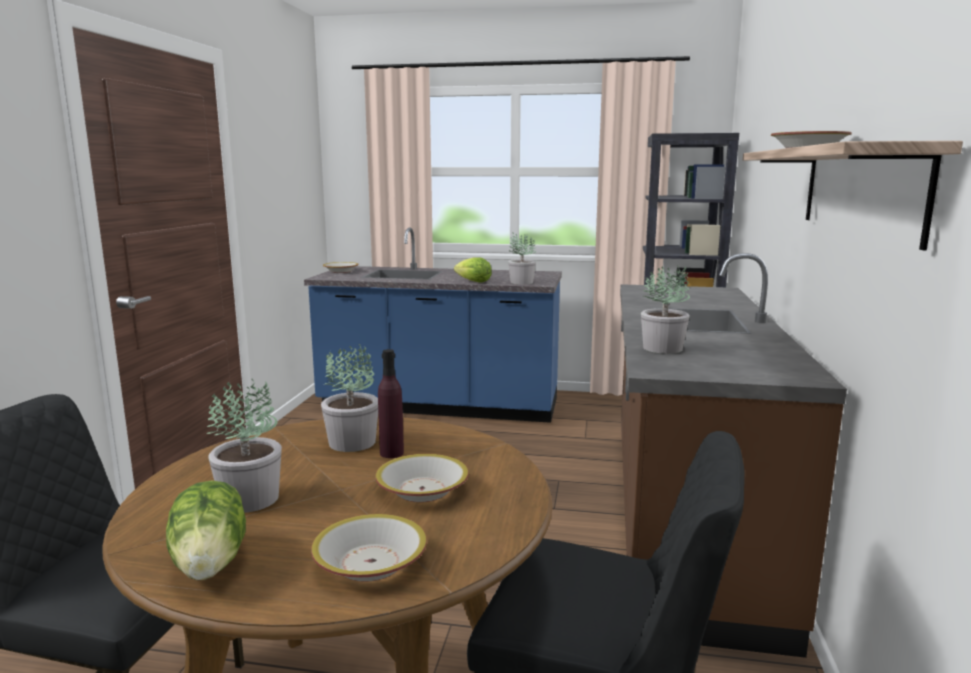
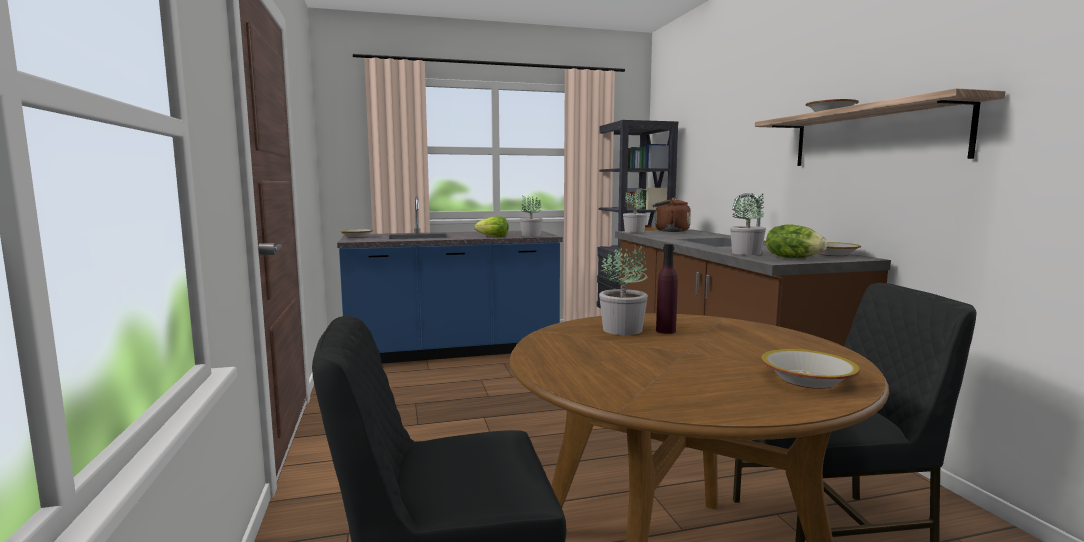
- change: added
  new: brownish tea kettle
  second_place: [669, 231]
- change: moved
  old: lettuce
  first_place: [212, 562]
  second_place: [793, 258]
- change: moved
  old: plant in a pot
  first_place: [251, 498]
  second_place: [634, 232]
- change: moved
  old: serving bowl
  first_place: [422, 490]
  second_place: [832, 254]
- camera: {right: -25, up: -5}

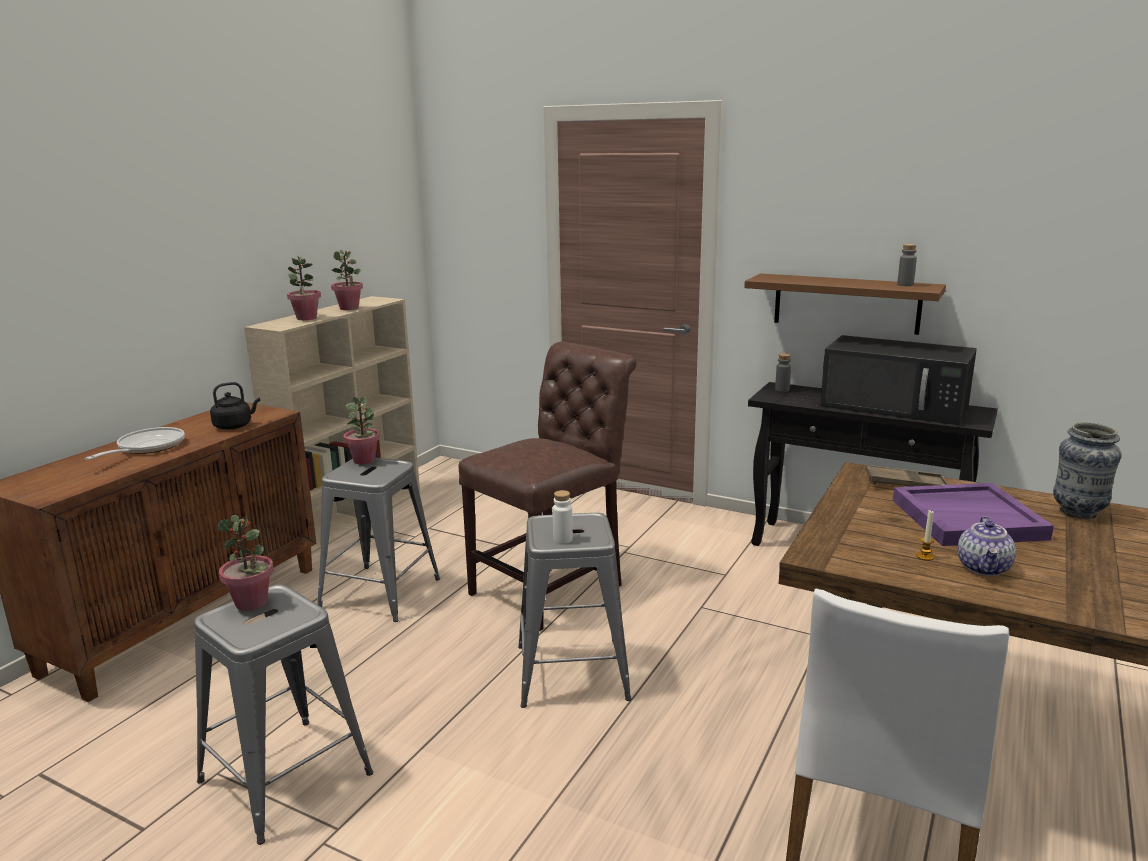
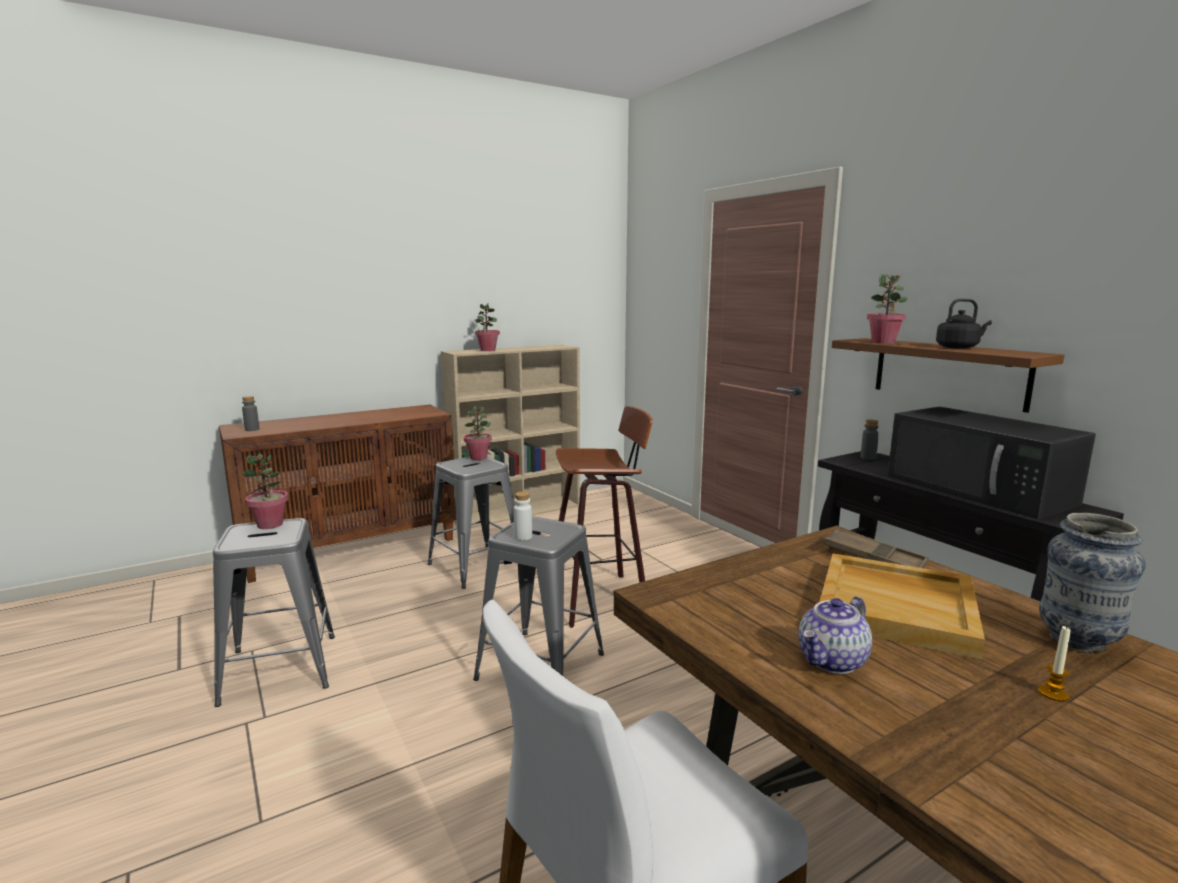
- change: removed
  old: skillet
  first_place: [147, 448]
- change: moved
  old: black tea kettle
  first_place: [235, 426]
  second_place: [959, 347]
- change: moved
  old: plant in a pot
  first_place: [349, 308]
  second_place: [883, 342]
- change: moved
  old: greyish beverage bottle
  first_place: [905, 285]
  second_place: [252, 429]
- change: moved
  old: wax light
  first_place: [925, 556]
  second_place: [1053, 693]
- change: replaced
  old: brownish upright chair
  new: stool
  first_place: [553, 587]
  second_place: [600, 597]
- change: recoloured
  old: purple-coloured carrying tray
  new: sand-coloured carrying tray
  first_place: [968, 518]
  second_place: [897, 607]
- camera: {right: 30, up: -5}

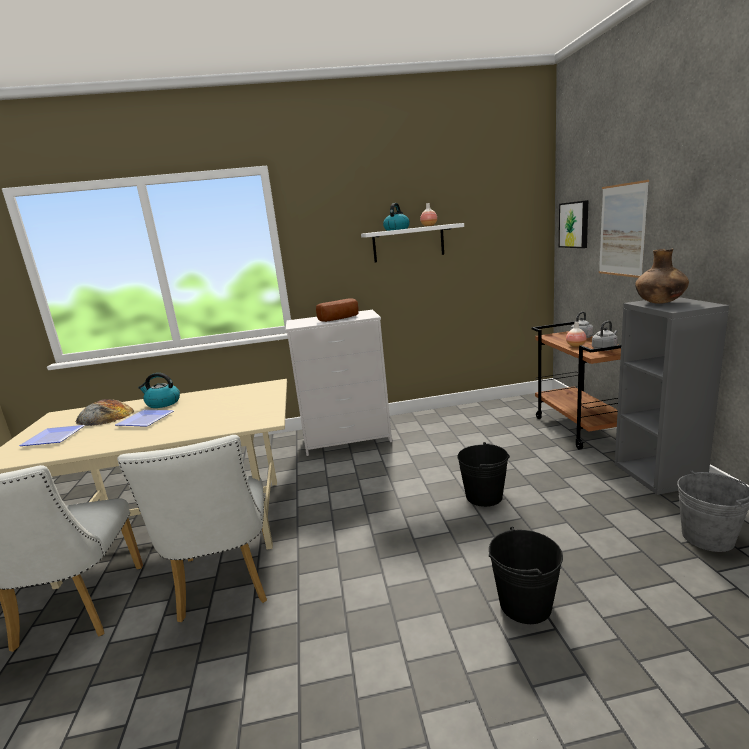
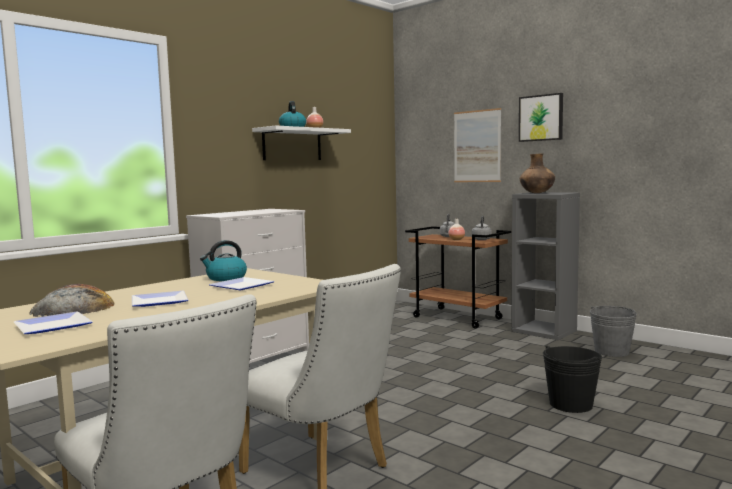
- change: removed
  old: bread
  first_place: [340, 318]
- change: removed
  old: black bucket
  first_place: [484, 496]
- change: added
  new: flat dish
  second_place: [241, 287]
- change: moved
  old: tea kettle
  first_place: [162, 403]
  second_place: [226, 278]
- change: moved
  old: wall picture
  first_place: [574, 224]
  second_place: [541, 118]
- camera: {right: -40, up: -10}

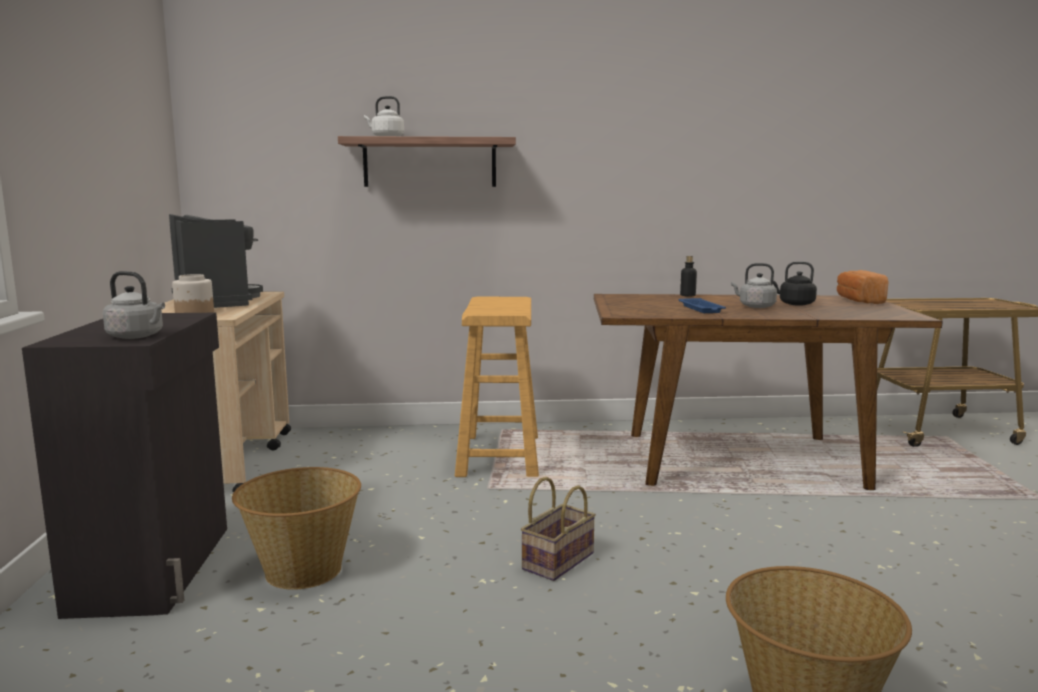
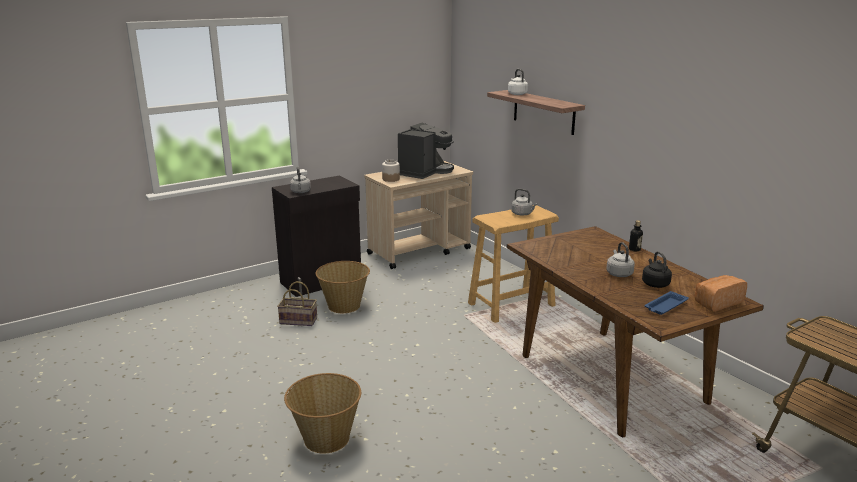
- change: added
  new: greyish tea kettle
  second_place: [522, 214]
- change: moved
  old: storage basket
  first_place: [558, 560]
  second_place: [299, 320]
- change: moved
  old: blue carrying tray
  first_place: [701, 309]
  second_place: [665, 306]
- camera: {right: 60, up: 10}

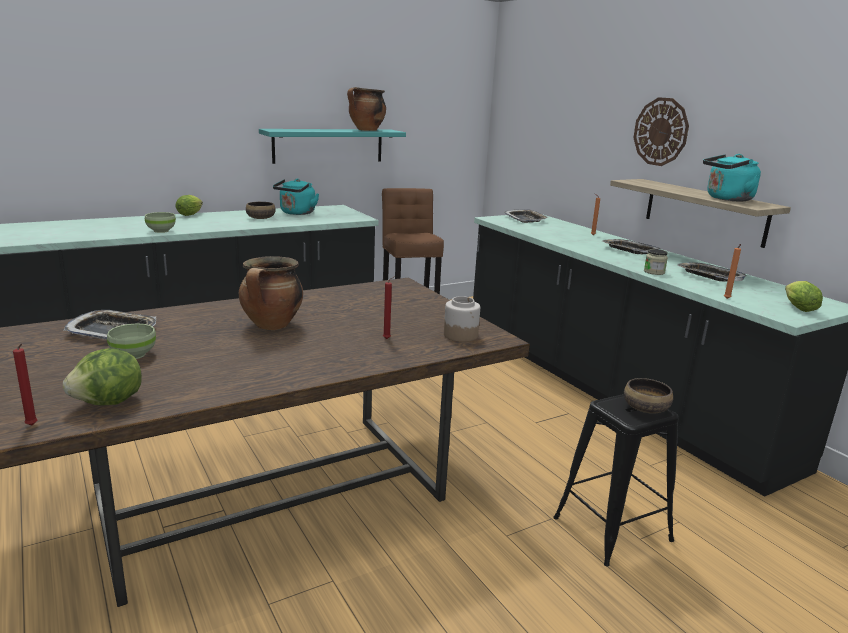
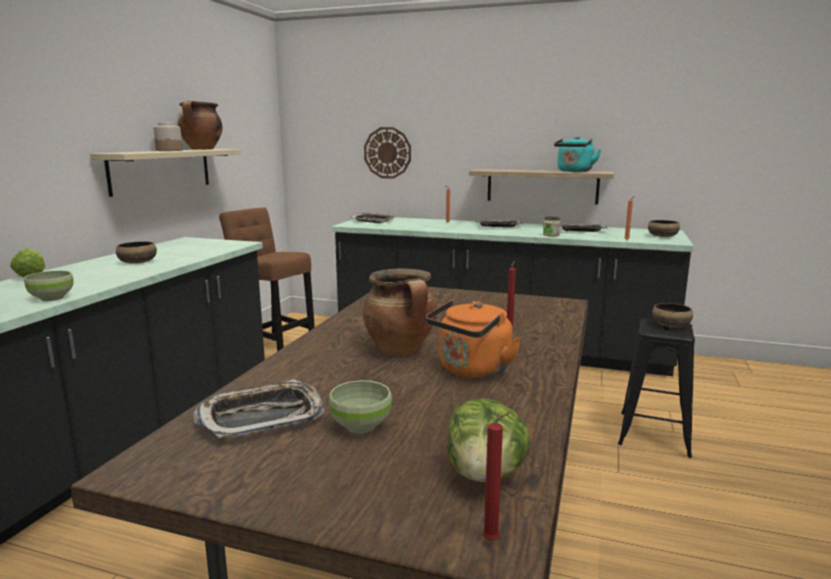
- change: removed
  old: blue-green tea kettle
  first_place: [296, 213]
- change: added
  new: orange tea kettle
  second_place: [472, 370]
- change: moved
  old: preserve jar
  first_place: [461, 335]
  second_place: [169, 150]
- change: moved
  old: wall clock
  first_place: [661, 132]
  second_place: [387, 153]
- change: replaced
  old: lettuce
  new: serving bowl
  first_place: [797, 307]
  second_place: [662, 236]
- change: recoloured
  old: blue-green wall shelf
  new: sand-coloured wall shelf
  first_place: [328, 145]
  second_place: [161, 170]
- camera: {right: -40, up: -5}

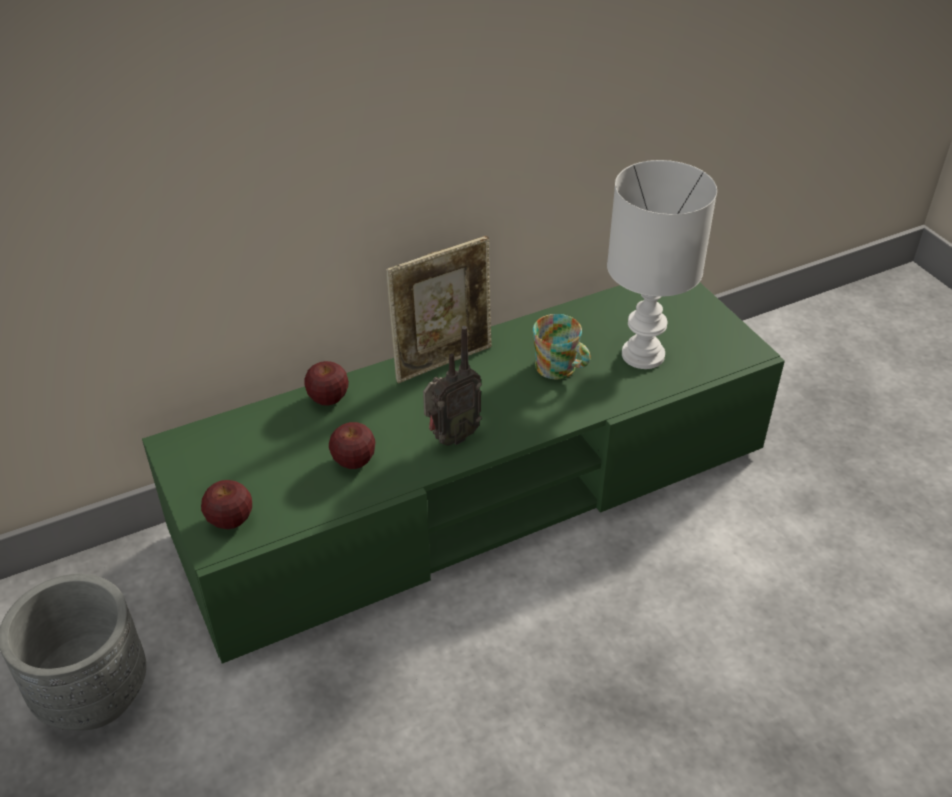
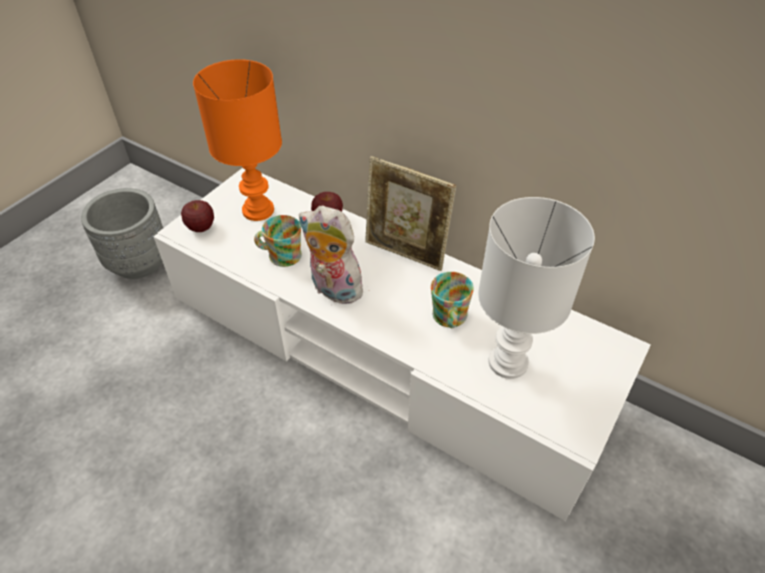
- change: added
  new: orange lamp for a table
  second_place: [259, 209]
- change: replaced
  old: whole apple
  new: mug
  first_place: [354, 461]
  second_place: [280, 255]
- change: replaced
  old: radio receiver
  new: plush toy
  first_place: [451, 437]
  second_place: [333, 290]
- change: recoloured
  old: greenish media console
  new: whitish media console
  first_place: [476, 491]
  second_place: [382, 351]
- camera: {right: 60, up: 5}

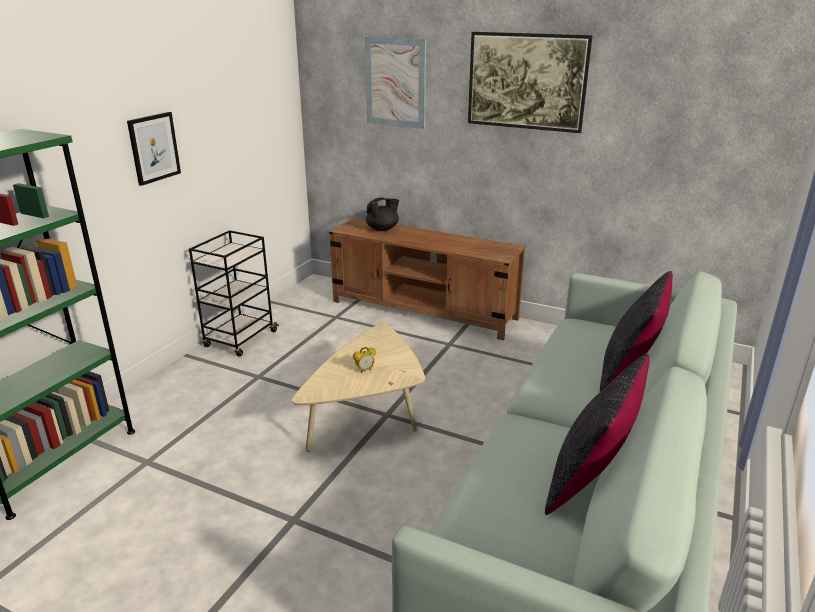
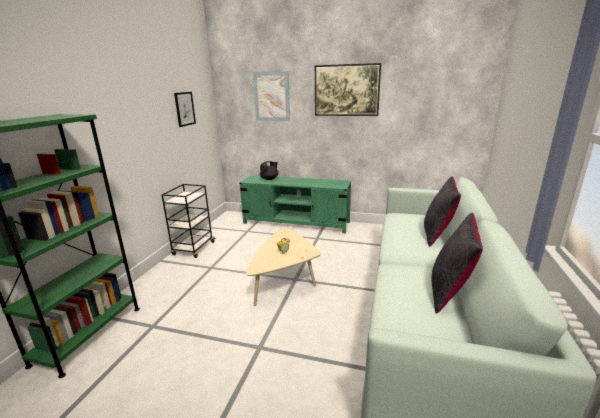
- change: moved
  old: wall picture
  first_place: [154, 148]
  second_place: [184, 109]
- change: recoloured
  old: brownish media console
  new: greenish media console
  first_place: [424, 310]
  second_place: [296, 223]
- camera: {right: -10, up: -5}

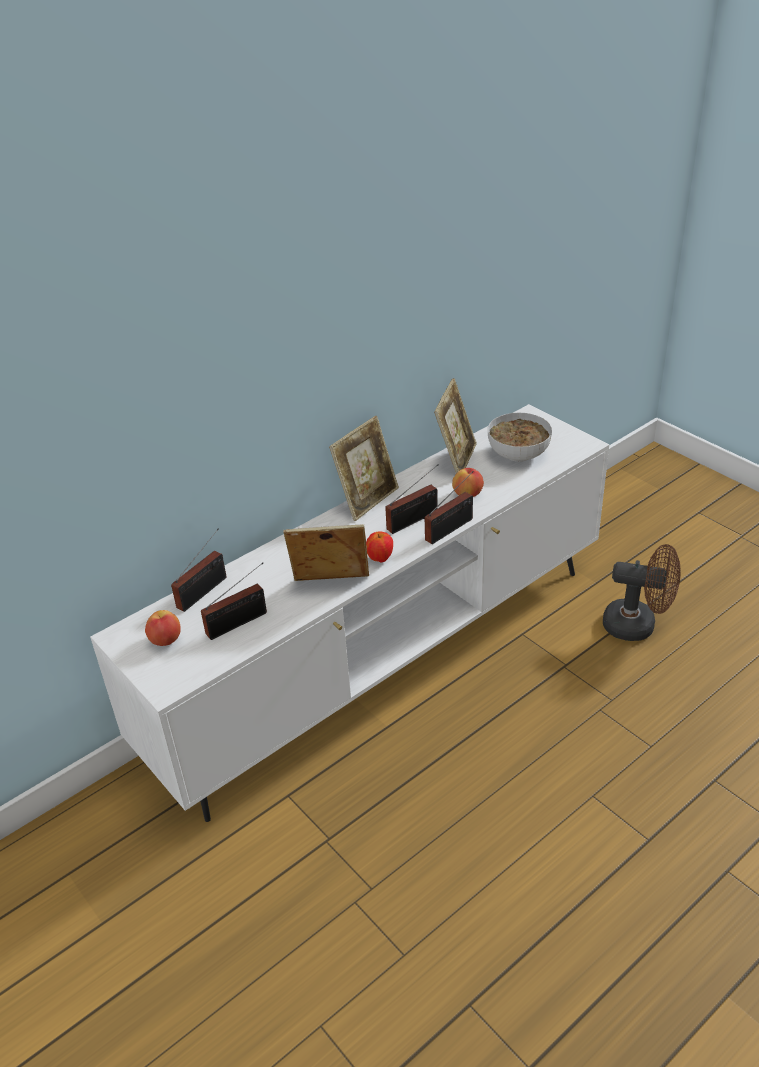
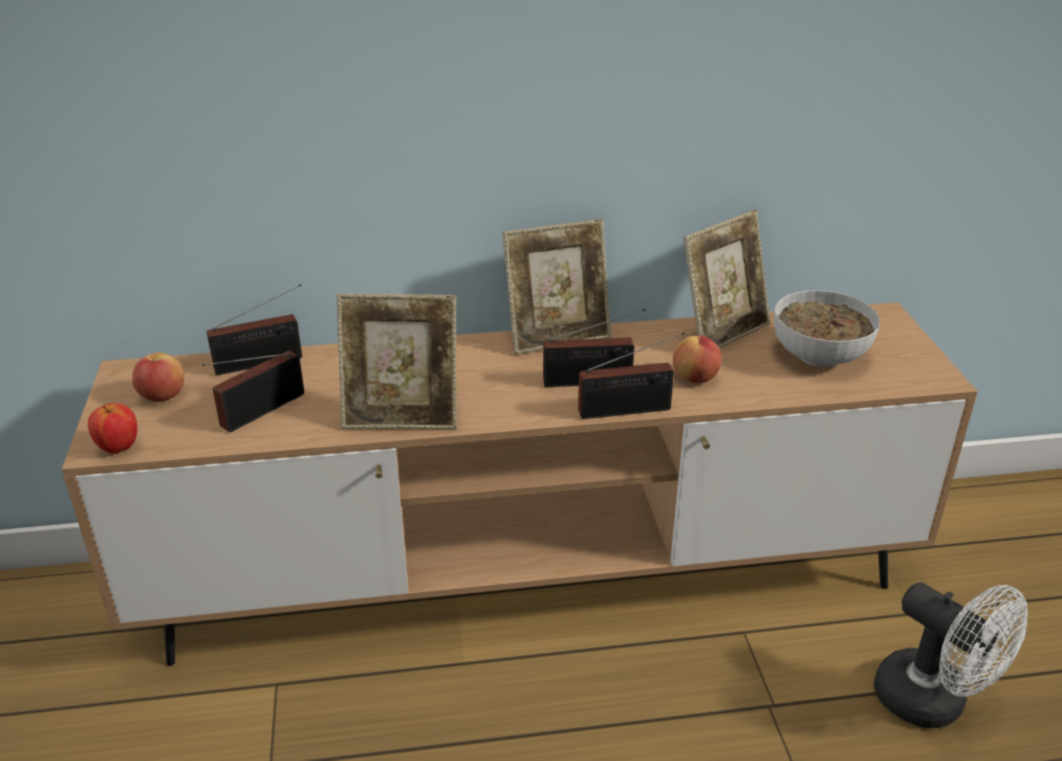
- change: moved
  old: whole apple
  first_place: [380, 558]
  second_place: [119, 448]
- change: recoloured
  old: whitish media console
  new: brownish media console
  first_place: [385, 663]
  second_place: [530, 583]
- change: recoloured
  old: brownish cooling fan
  new: whitish cooling fan
  first_place: [638, 625]
  second_place: [933, 703]
- change: turned
  old: radio receiver
  first_place: [240, 622]
  second_place: [258, 412]
  degrees: 135
- change: turned
  old: standing frame
  first_place: [331, 587]
  second_place: [402, 417]
  degrees: 150
- camera: {right: 30, up: -5}

